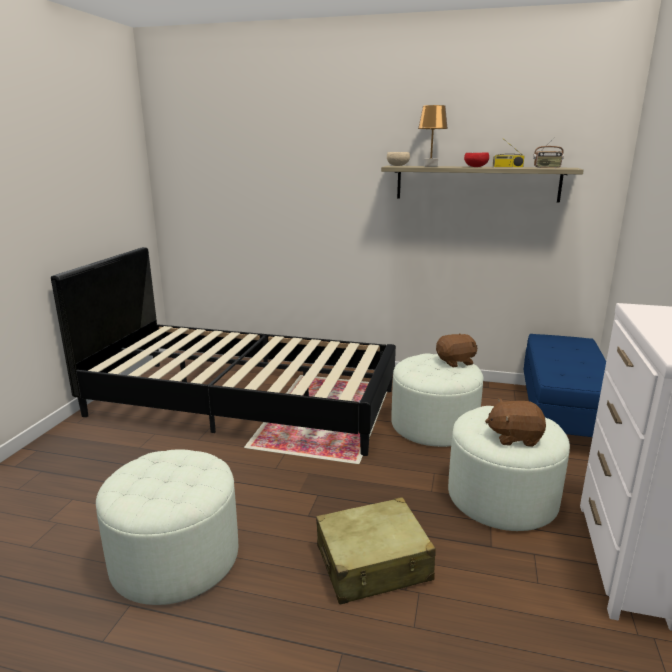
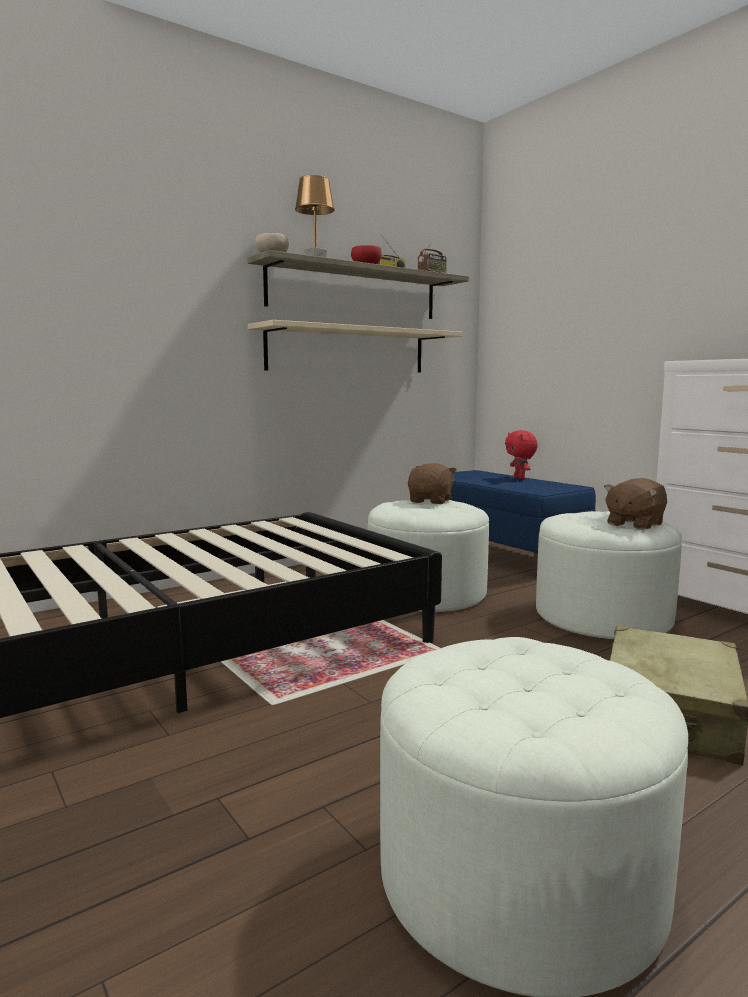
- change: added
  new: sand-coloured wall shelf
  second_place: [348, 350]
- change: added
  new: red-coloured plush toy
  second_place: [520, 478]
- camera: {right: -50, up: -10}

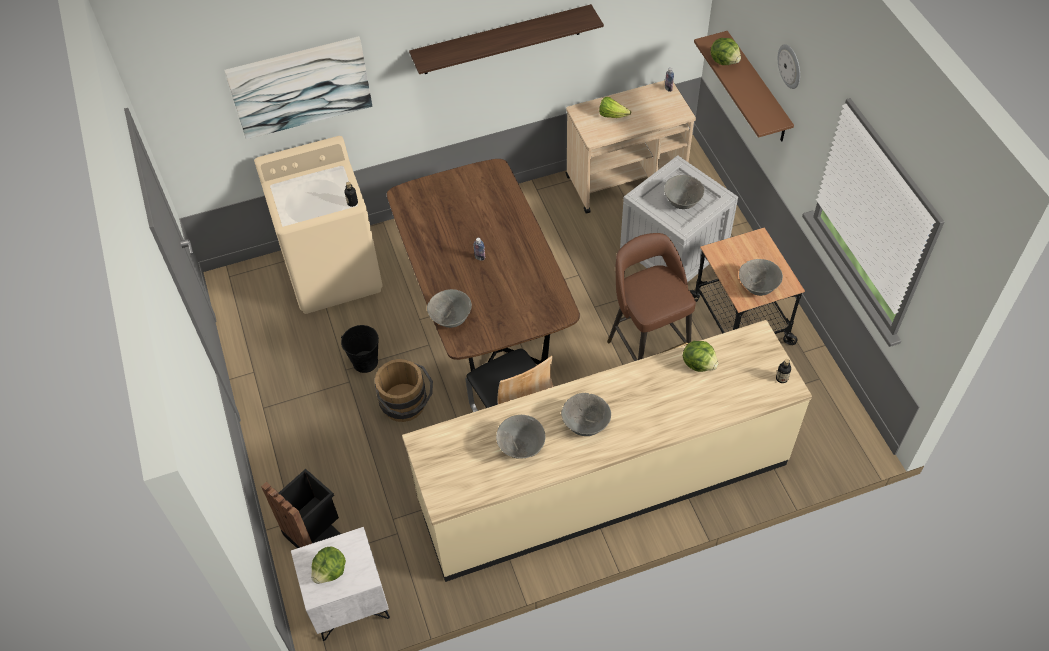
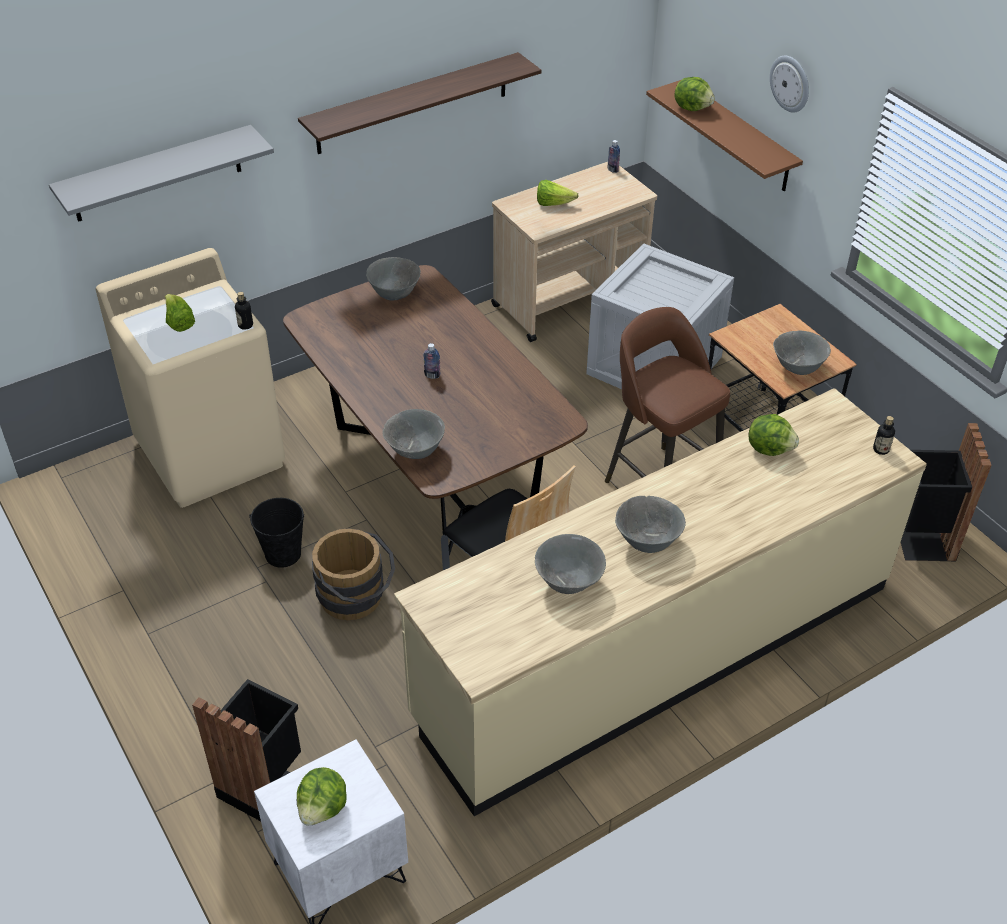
- change: added
  new: lettuce
  second_place: [179, 322]
- change: added
  new: black trash can
  second_place: [921, 539]
- change: moved
  old: greyish serving bowl
  first_place: [682, 202]
  second_place: [394, 293]
- change: replaced
  old: wall picture
  new: greyish wall shelf
  first_place: [300, 87]
  second_place: [157, 174]
- camera: {right: -15, up: -10}

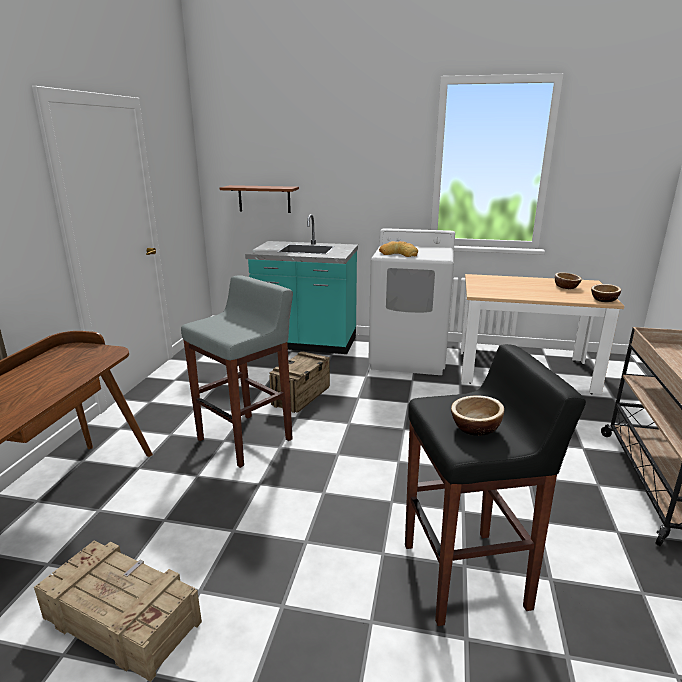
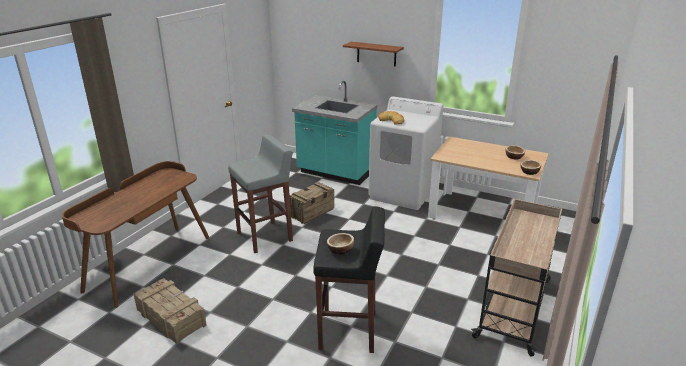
- change: moved
  old: brownish wall shelf
  first_place: [264, 199]
  second_place: [376, 54]
- camera: {right: 15, up: 5}

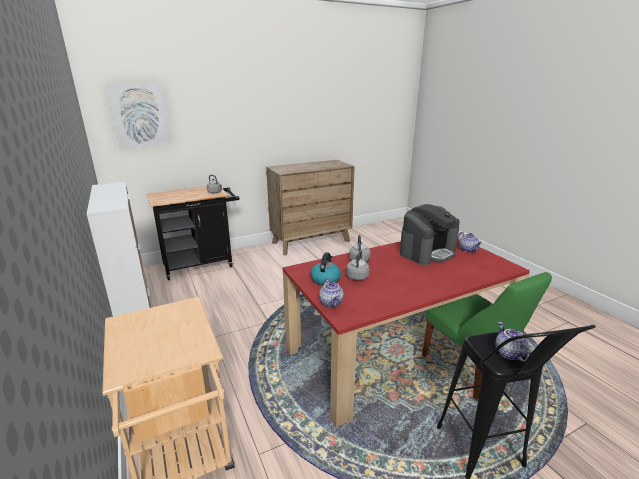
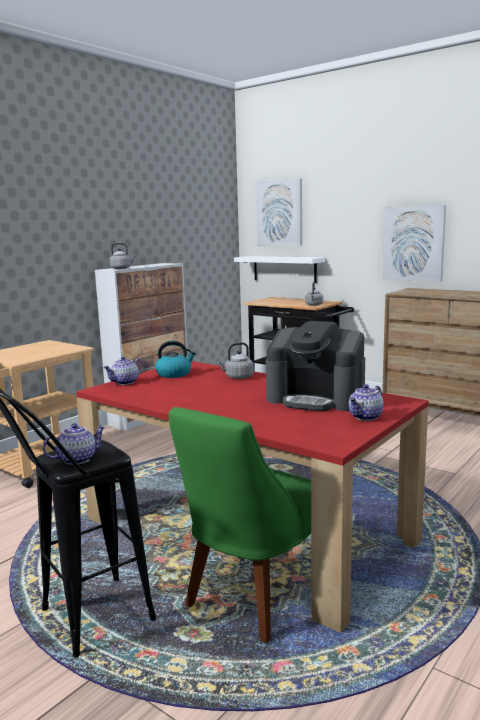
- change: added
  new: whitish wall shelf
  second_place: [284, 269]
- change: added
  new: wall picture
  second_place: [413, 243]
- change: moved
  old: greyish tea kettle
  first_place: [357, 276]
  second_place: [122, 268]
- camera: {right: 65, up: -10}

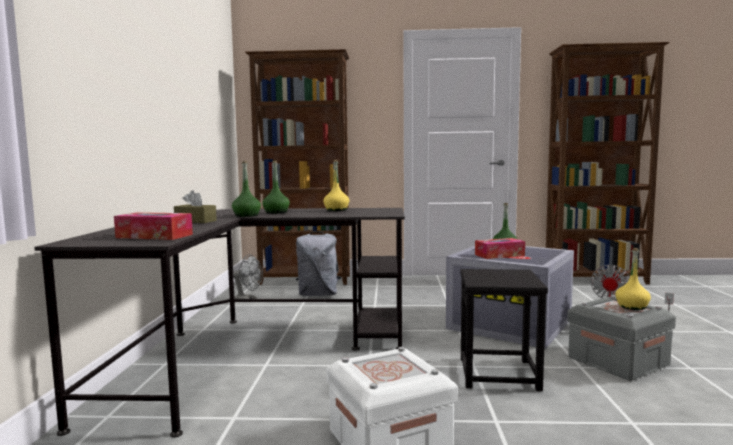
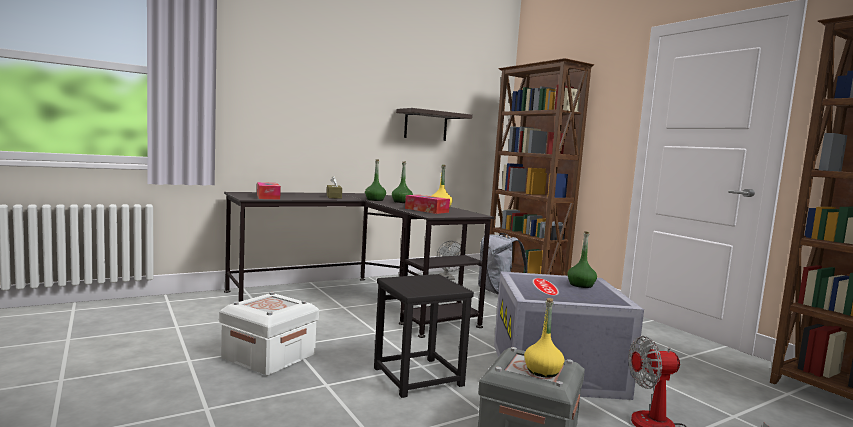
- change: added
  new: wall shelf
  second_place: [425, 125]
- change: moved
  old: tissue holder
  first_place: [499, 255]
  second_place: [426, 210]
- camera: {right: 55, up: 0}

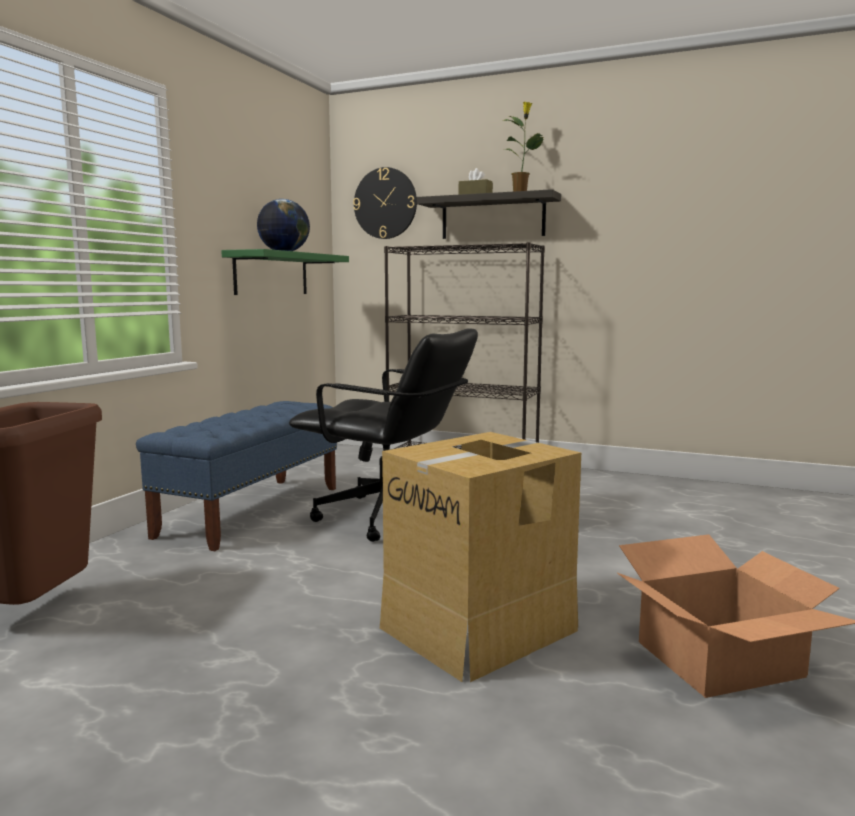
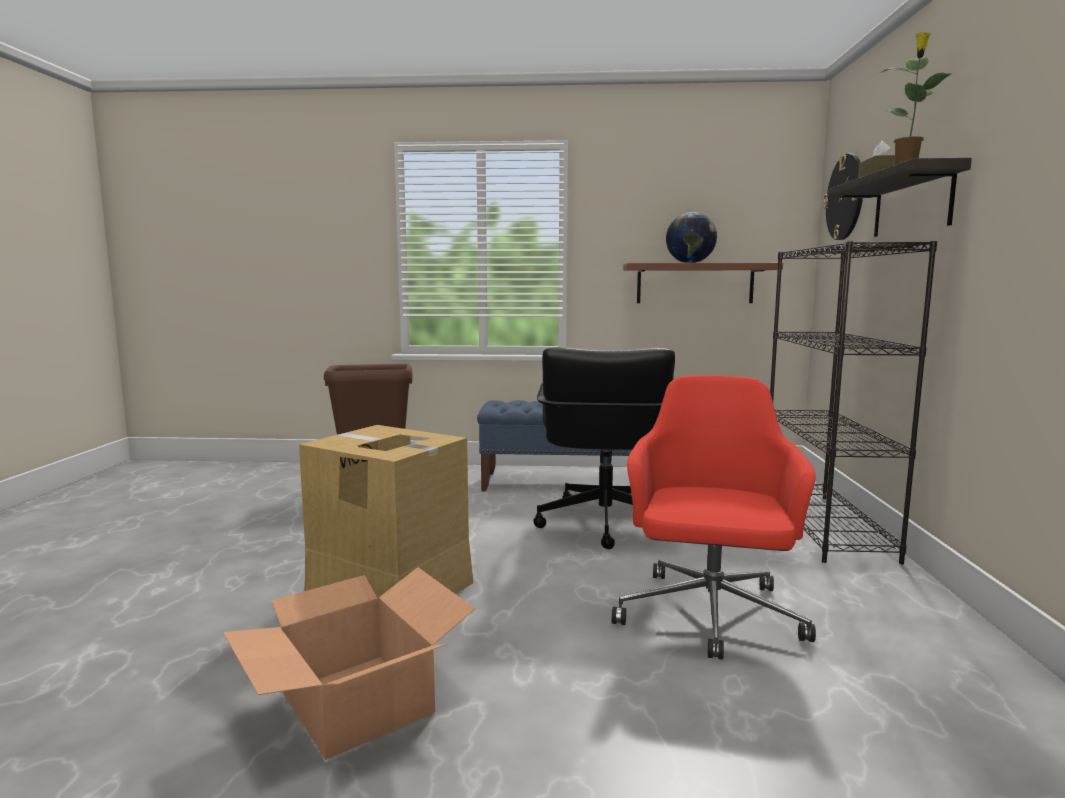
- change: added
  new: red-coloured office chair
  second_place: [709, 616]
- change: recoloured
  old: greenish wall shelf
  new: brownish wall shelf
  first_place: [271, 274]
  second_place: [695, 283]
- camera: {right: 70, up: 0}

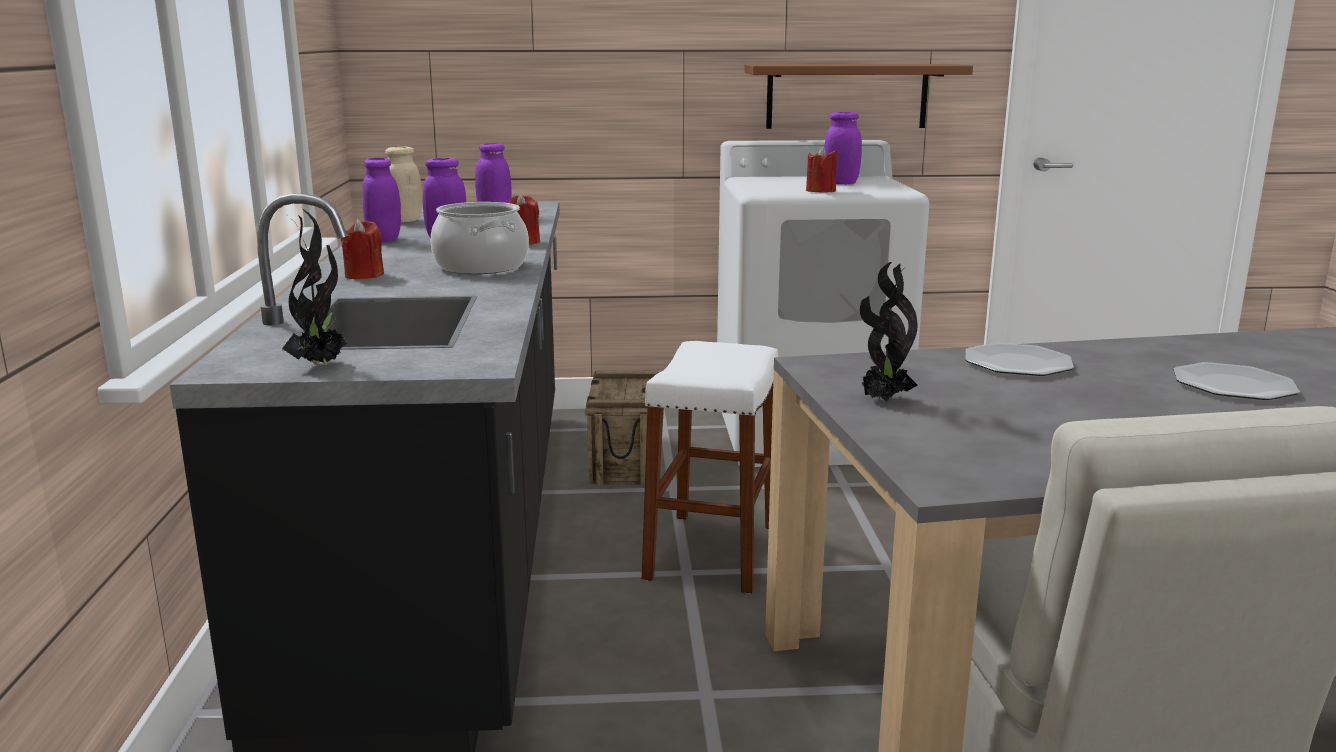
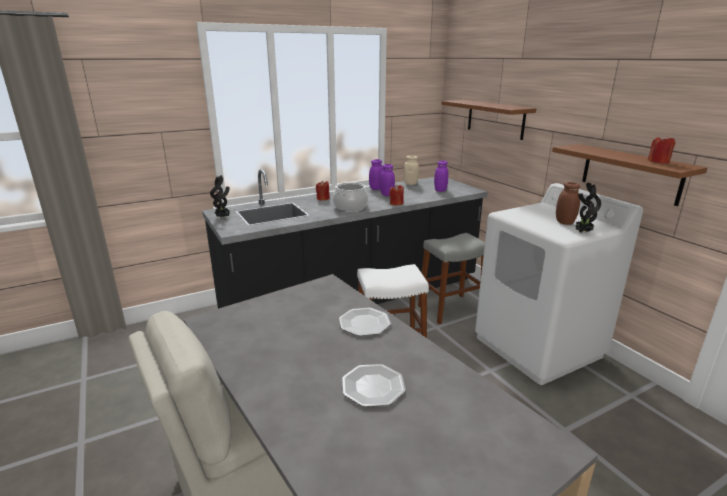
- change: added
  new: brownish wall shelf
  second_place: [495, 119]
- change: moved
  old: red-coloured wax light
  first_place: [820, 191]
  second_place: [658, 162]
- change: moved
  old: plant in a pot
  first_place: [883, 400]
  second_place: [582, 232]
- change: replaced
  old: shipping crate
  new: greyish stool
  first_place: [624, 459]
  second_place: [450, 309]
- change: recoloured
  old: purple-coloured preserve jar
  new: brownish preserve jar
  first_place: [840, 183]
  second_place: [564, 222]
- camera: {right: 65, up: 5}

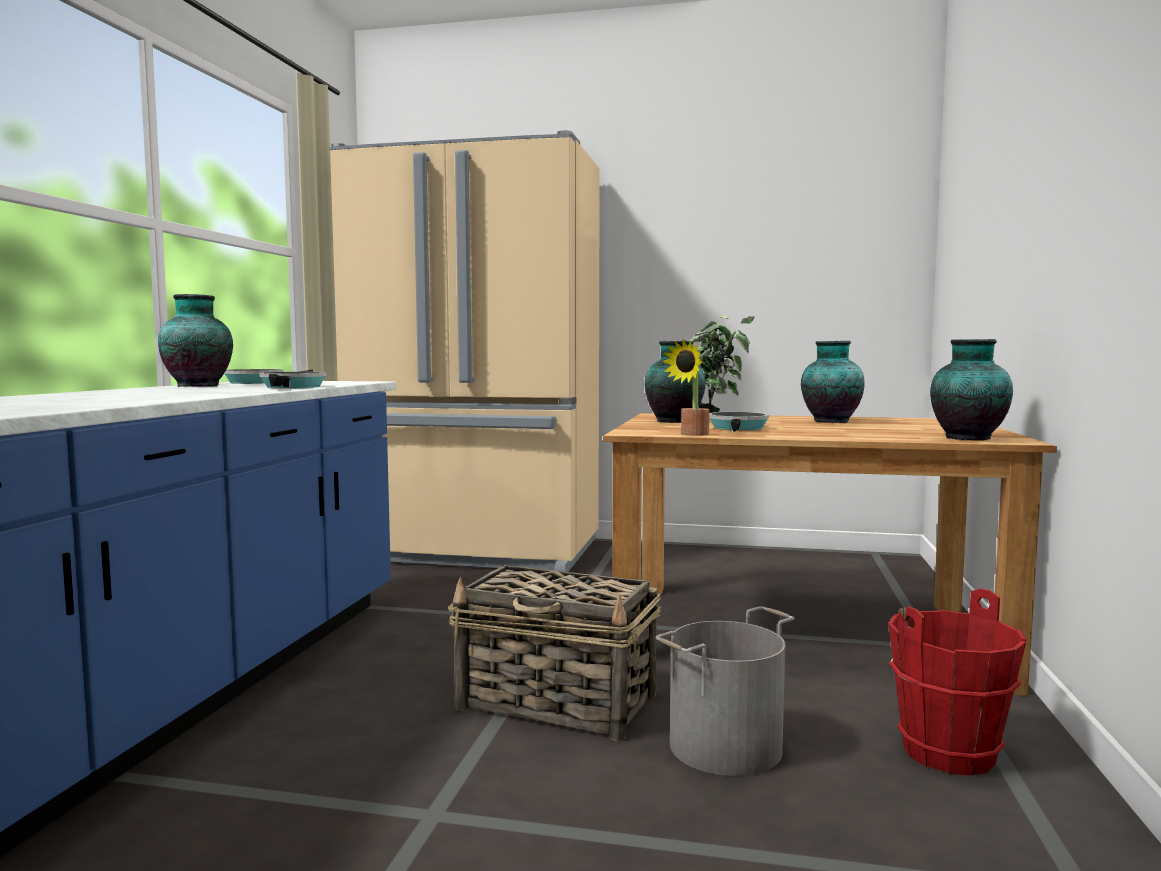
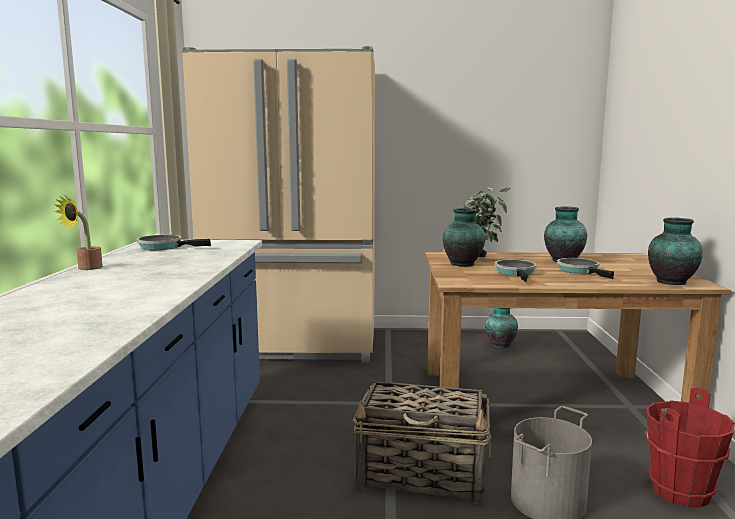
- change: moved
  old: flower vase
  first_place: [198, 386]
  second_place: [499, 345]
- change: moved
  old: skillet
  first_place: [293, 387]
  second_place: [580, 271]
- change: moved
  old: plant in a pot
  first_place: [691, 434]
  second_place: [86, 268]
- camera: {right: -10, up: 5}

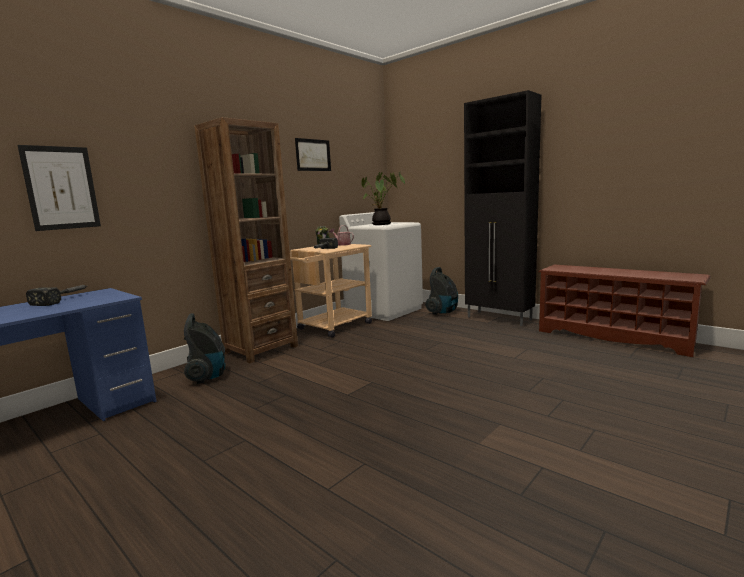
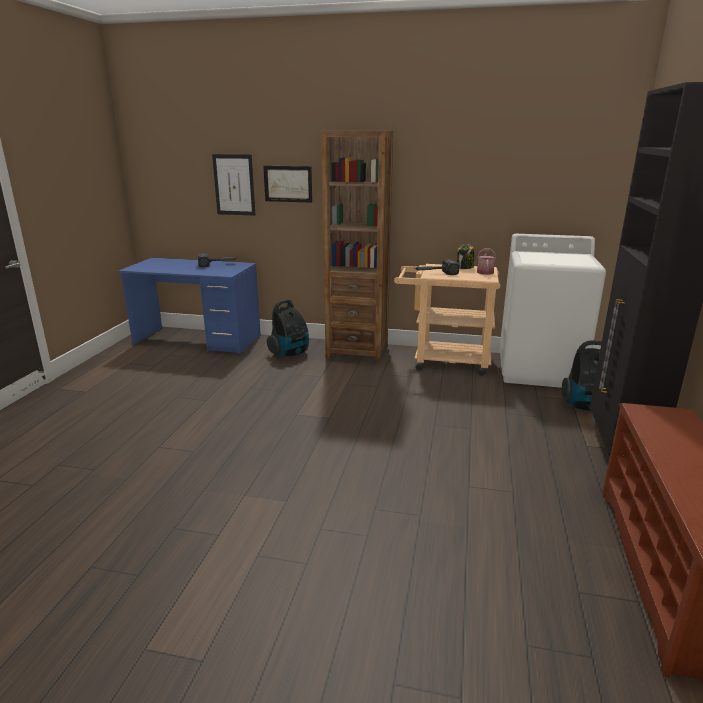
- change: removed
  old: plant in a pot
  first_place: [382, 224]
- change: moved
  old: wall picture
  first_place: [313, 155]
  second_place: [288, 184]
- camera: {right: 60, up: 10}

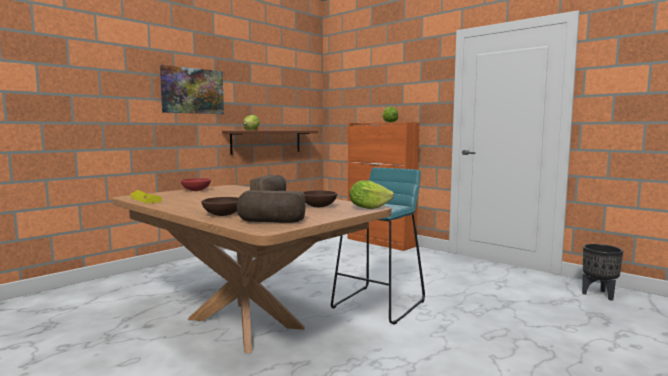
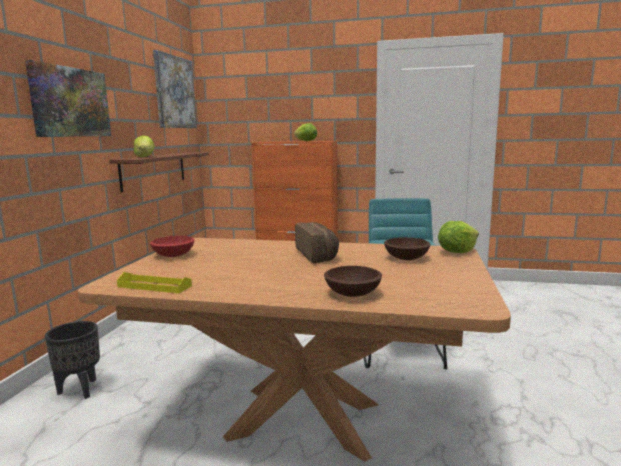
- change: removed
  old: bread
  first_place: [270, 221]
- change: added
  new: wall picture
  second_place: [174, 92]
- change: moved
  old: black flower pot
  first_place: [599, 294]
  second_place: [80, 390]
- camera: {right: -30, up: 5}

